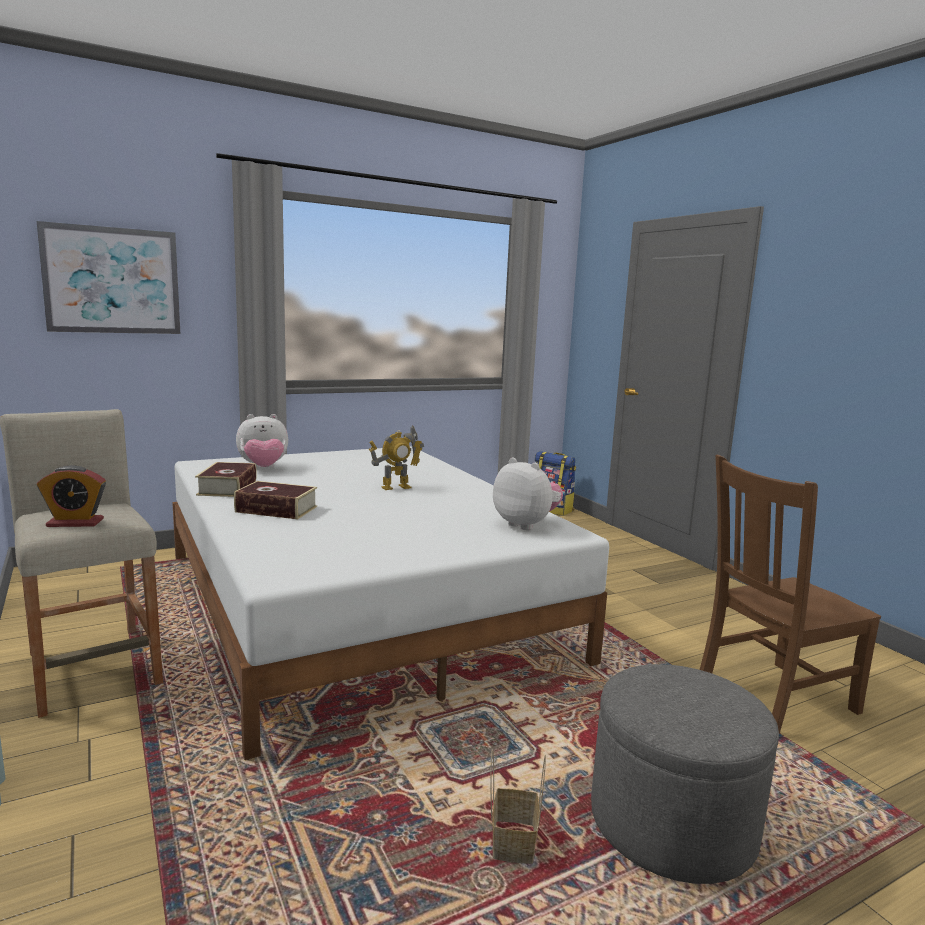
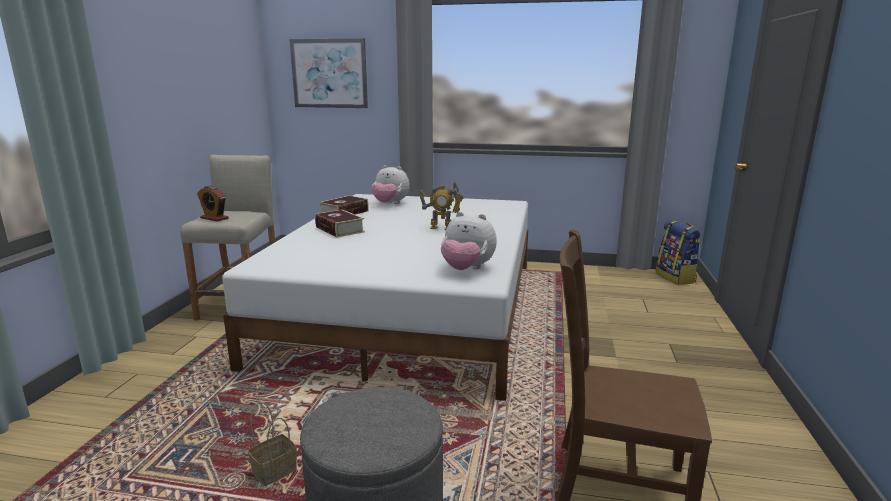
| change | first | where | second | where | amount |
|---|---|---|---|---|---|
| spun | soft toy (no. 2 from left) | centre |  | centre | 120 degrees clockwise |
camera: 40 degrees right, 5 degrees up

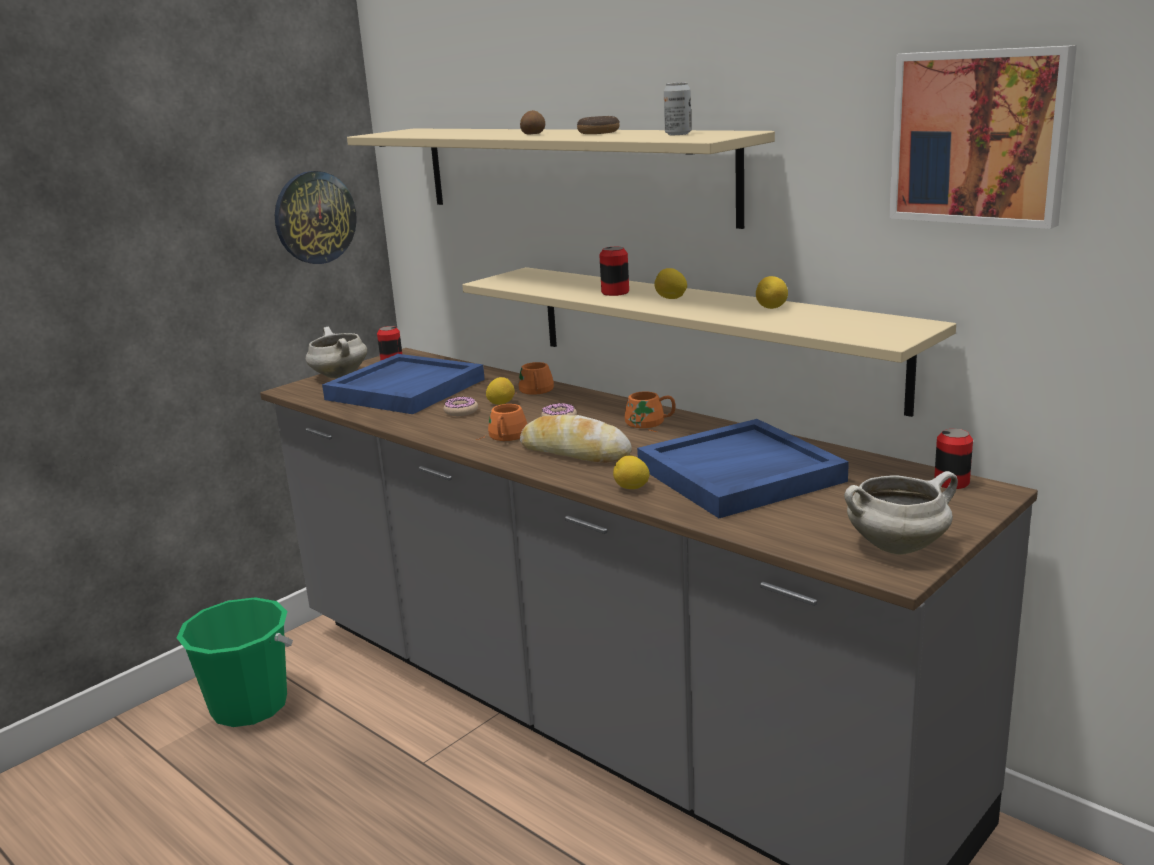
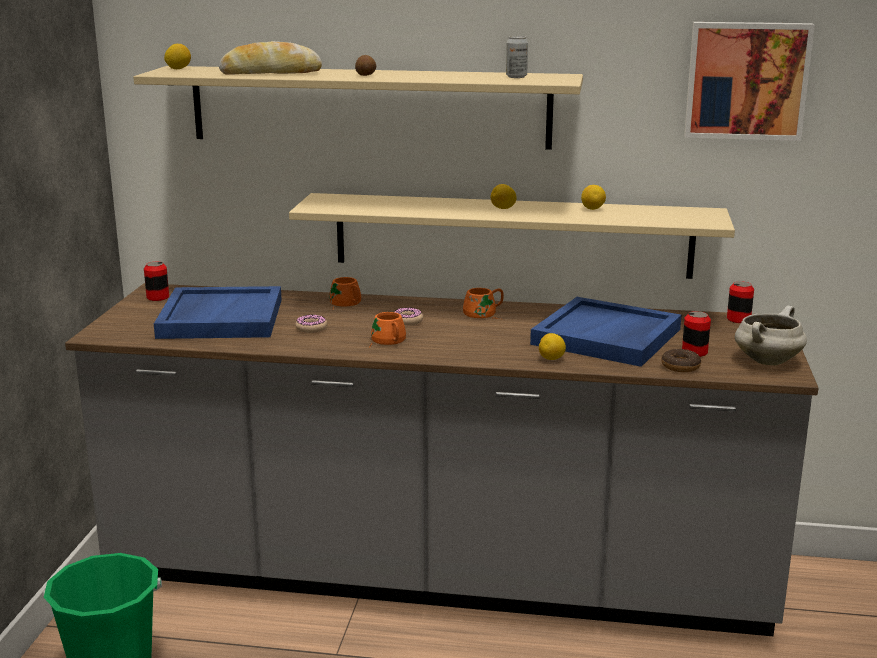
| change | first | where | second | where | amount |
|---|---|---|---|---|---|
| missing | wall clock | top left |  |  |  |
| missing | white cooking pot (no. 1 from left) | middle left |  |  |  |
| relocated | whole lemon (no. 1 from left) | centre |  | top left |  |
| relocated | bread | centre |  | top left |  |
| relocated | ring doughnut (no. 3 from left) | top centre |  | middle right |  |
| relocated | metal can (no. 2 from left in the first image) | top centre | metal can (no. 3 from left) | middle right |  |
camera: 35 degrees left, 0 degrees up

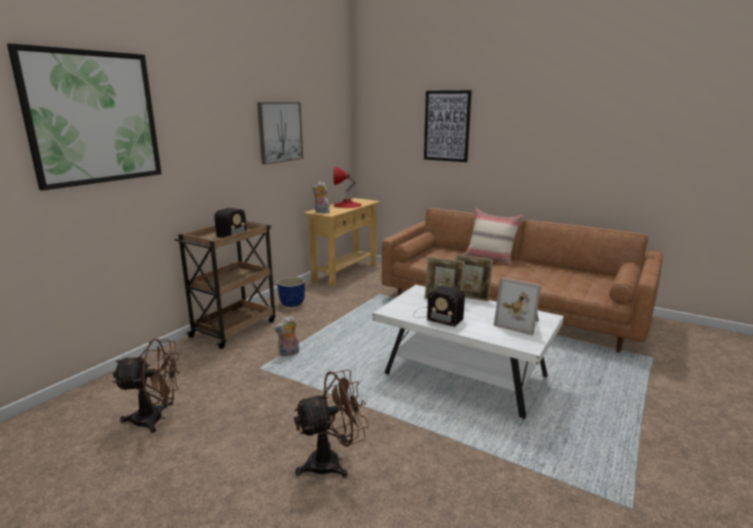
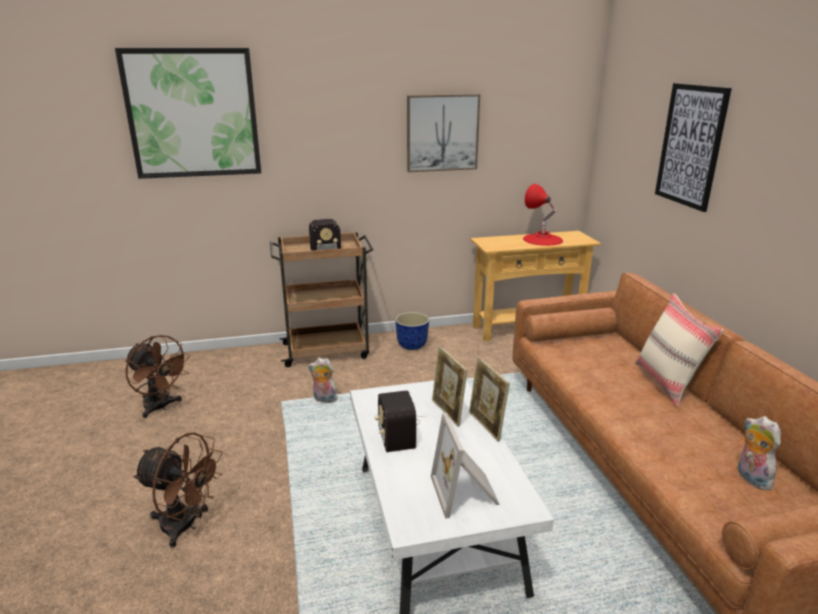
| change | first | where | second | where | amount |
|---|---|---|---|---|---|
| relocated | soft toy (no. 2 from left) | centre |  | bottom right |  |
camera: 45 degrees right, 5 degrees up

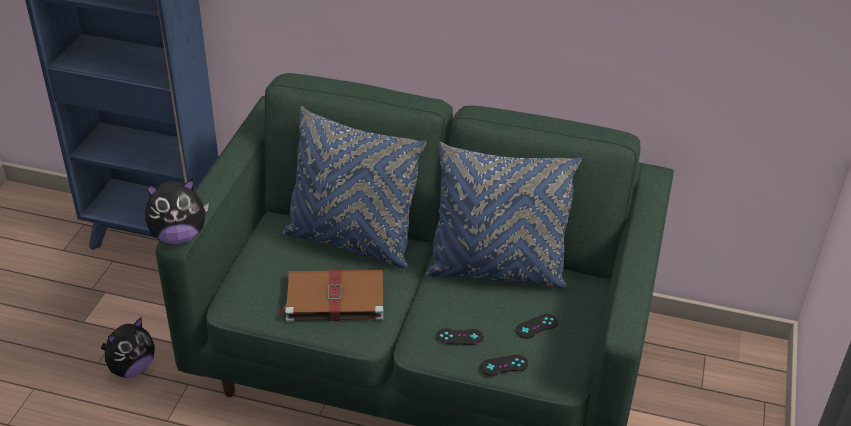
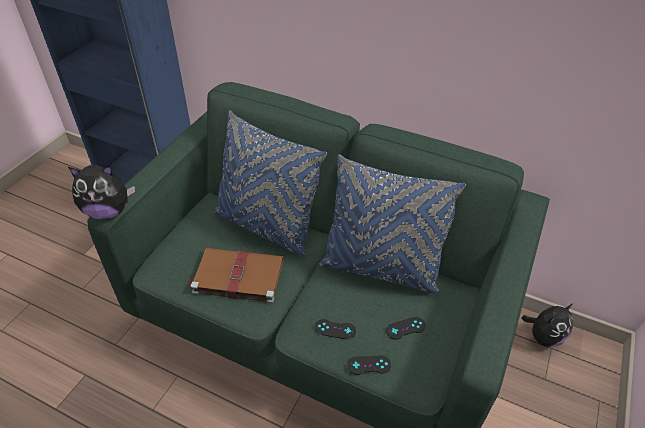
| change | first | where | second | where | amount |
|---|---|---|---|---|---|
| relocated | soft toy (no. 1 from left in the first image) | bottom left | soft toy (no. 2 from left) | bottom right |  |
camera: 10 degrees right, 5 degrees up

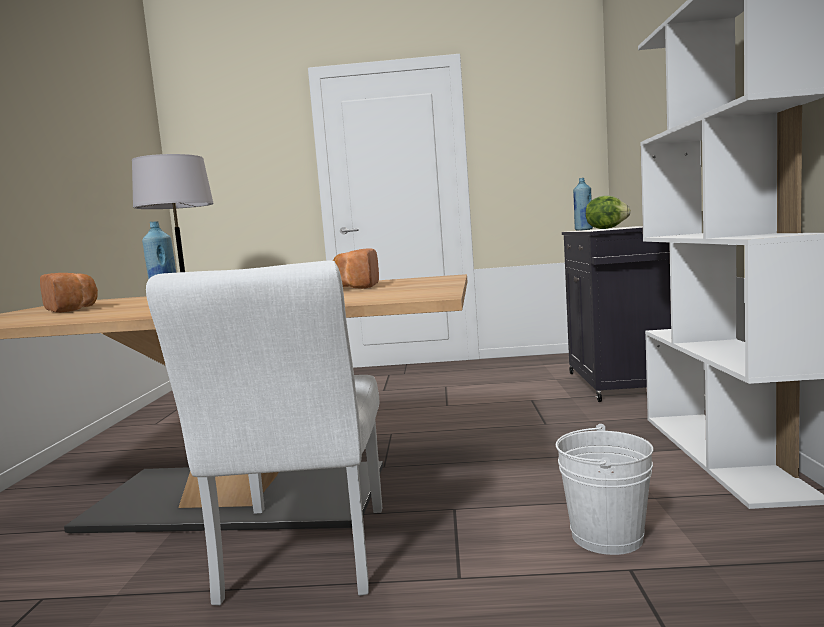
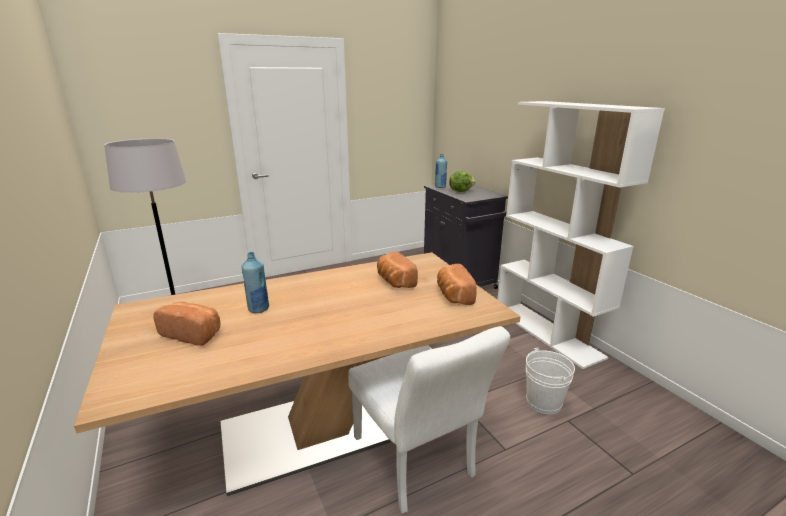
| change | first | where | second | where | amount |
|---|---|---|---|---|---|
| appeared |  |  | bread (no. 3 from left) | centre |  |
camera: 30 degrees left, 15 degrees up

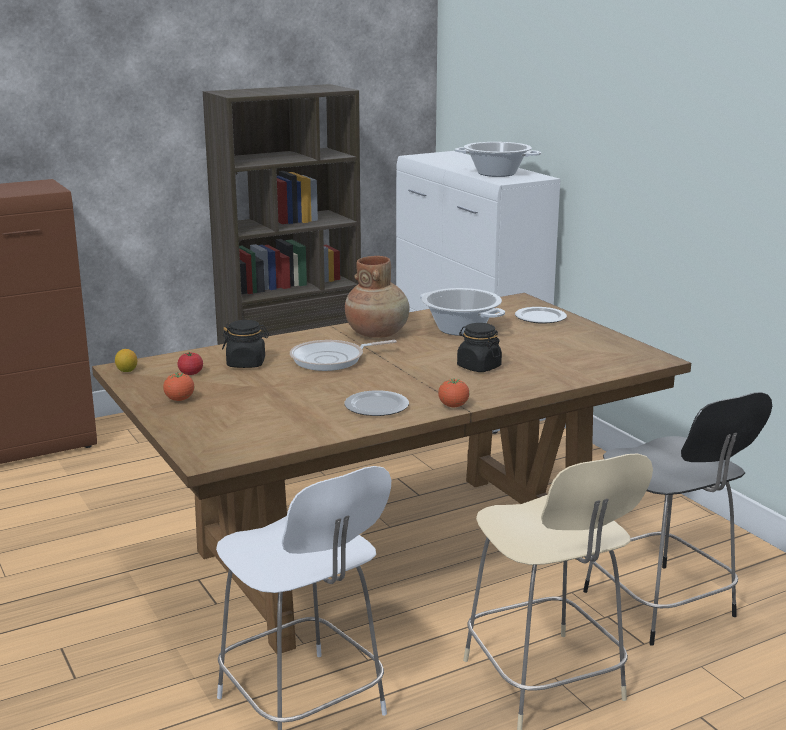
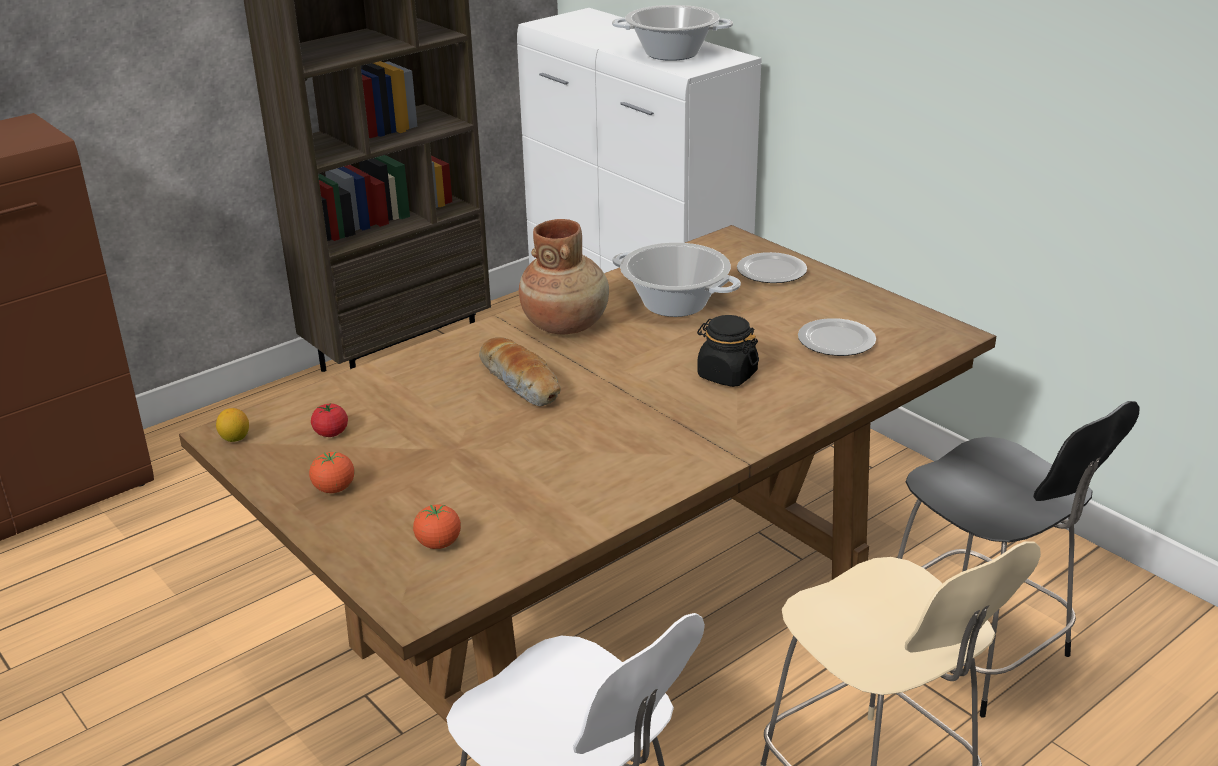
| change | first | where | second | where | amount |
|---|---|---|---|---|---|
| missing | blackish preserve jar (no. 1 from left) | middle left |  |  |  |
| relocated | flat dish (no. 1 from left in the first image) | centre | flat dish (no. 2 from left) | middle right |  |
| relocated | tomato (no. 3 from left) | centre |  | bottom centre |  |
| exchanged | frying pan | centre | bread | centre |  |
camera: 10 degrees left, 10 degrees up

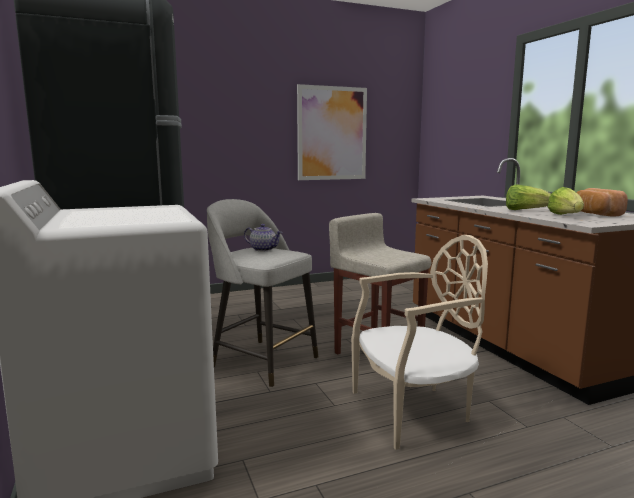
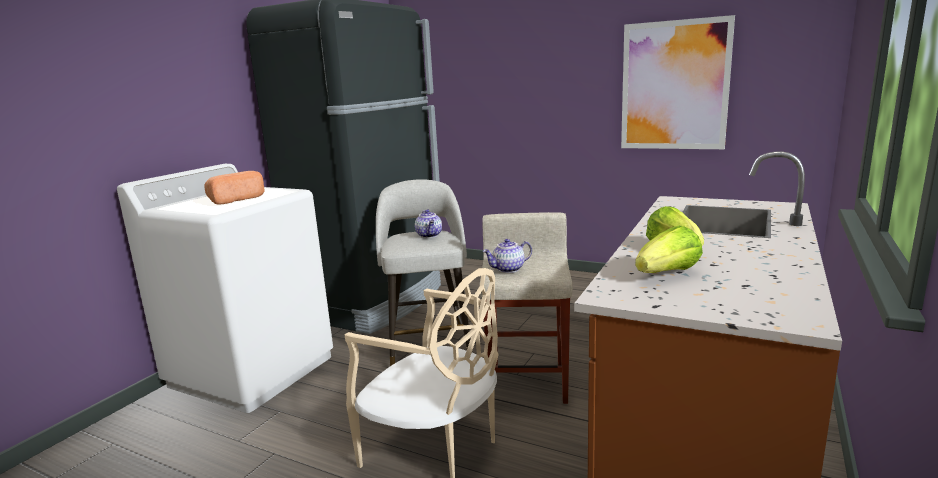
| change | first | where | second | where | amount |
|---|---|---|---|---|---|
| appeared |  |  | tea pot (no. 2 from left) | centre |  |
| relocated | bread | middle right |  | middle left |  |
camera: 50 degrees right, 5 degrees up

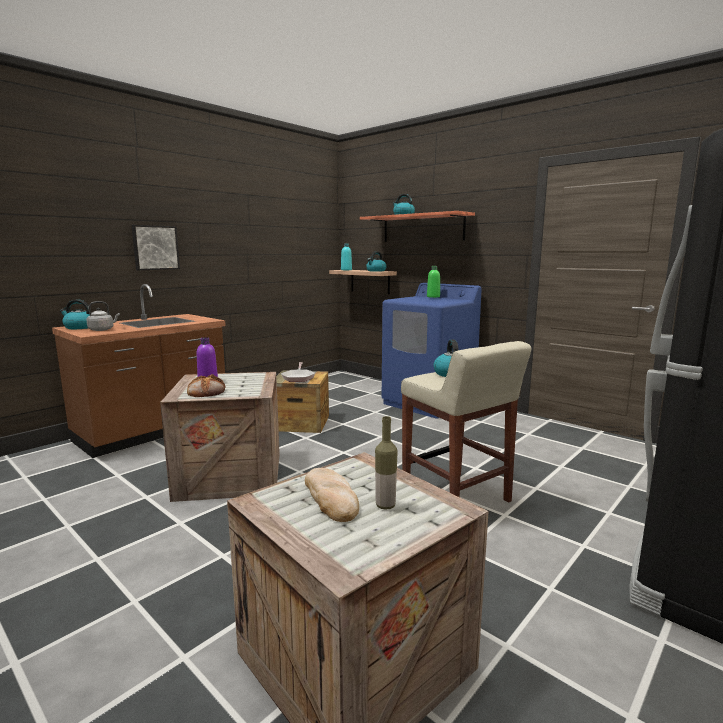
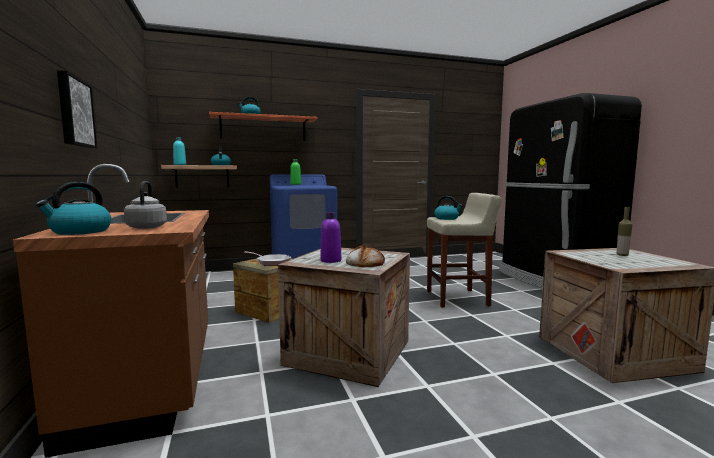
| change | first | where | second | where | amount |
|---|---|---|---|---|---|
| missing | bread (no. 2 from left) | bottom centre |  |  |  |
camera: 60 degrees left, 5 degrees down

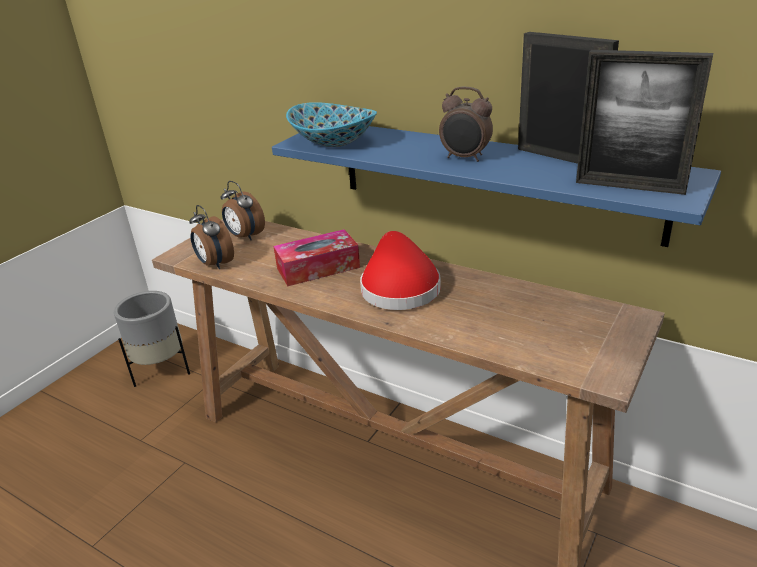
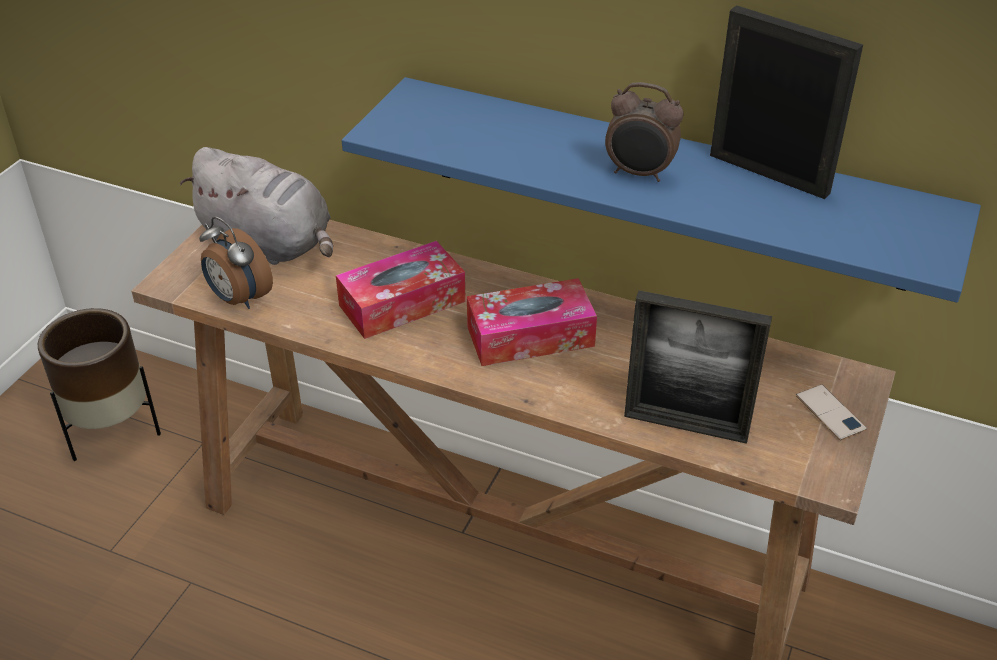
| change | first | where | second | where | amount |
|---|---|---|---|---|---|
| missing | deep dish | top centre |  |  |  |
| appeared |  |  | phone | middle right |  |
| relocated | standing frame (no. 2 from left in the first image) | top right | standing frame (no. 1 from left) | middle right |  |
| exchanged | bedside clock (no. 2 from left) | middle left | greyish soft toy | top left |  |
| exchanged | red wearable hat | centre | tissue box (no. 2 from left) | centre |  |
| colour | greyish planter | middle left | brownish planter | middle left |  |
camera: 10 degrees left, 10 degrees up

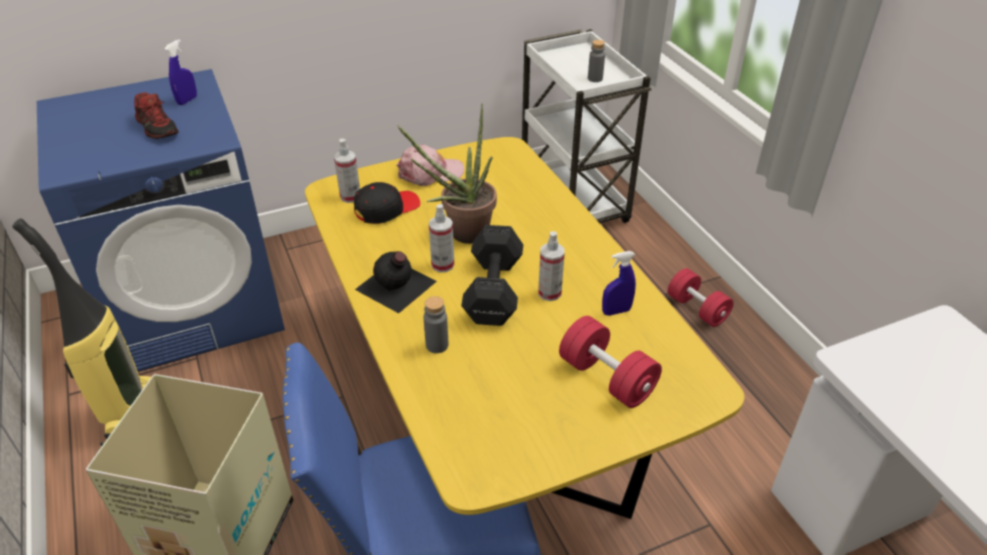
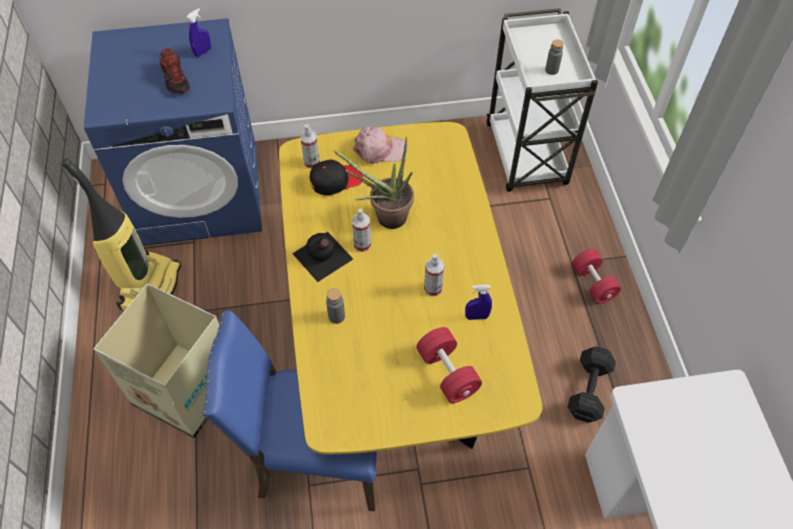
| change | first | where | second | where | amount |
|---|---|---|---|---|---|
| relocated | blackish free weight | centre |  | bottom right |  |
camera: 15 degrees right, 15 degrees up

